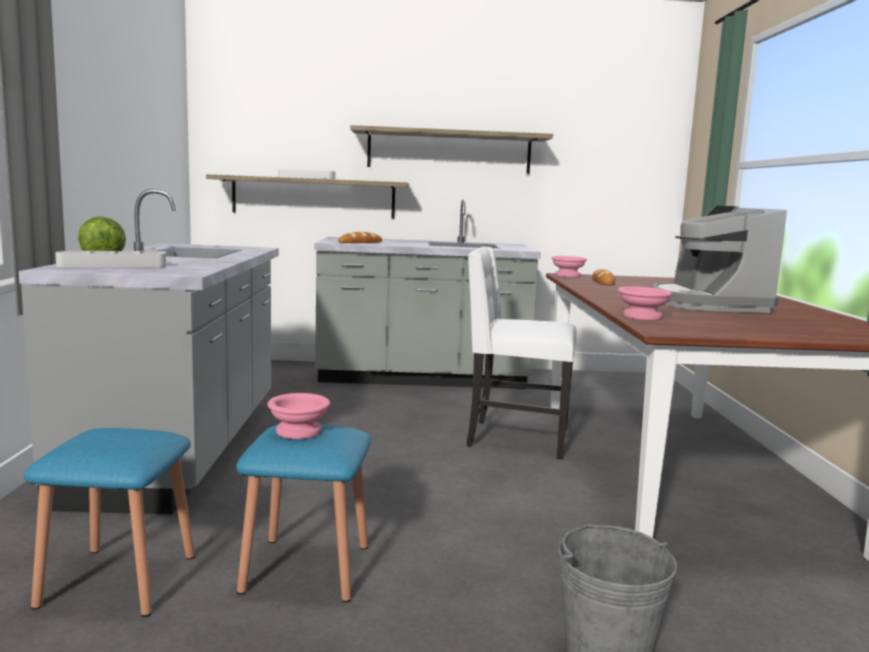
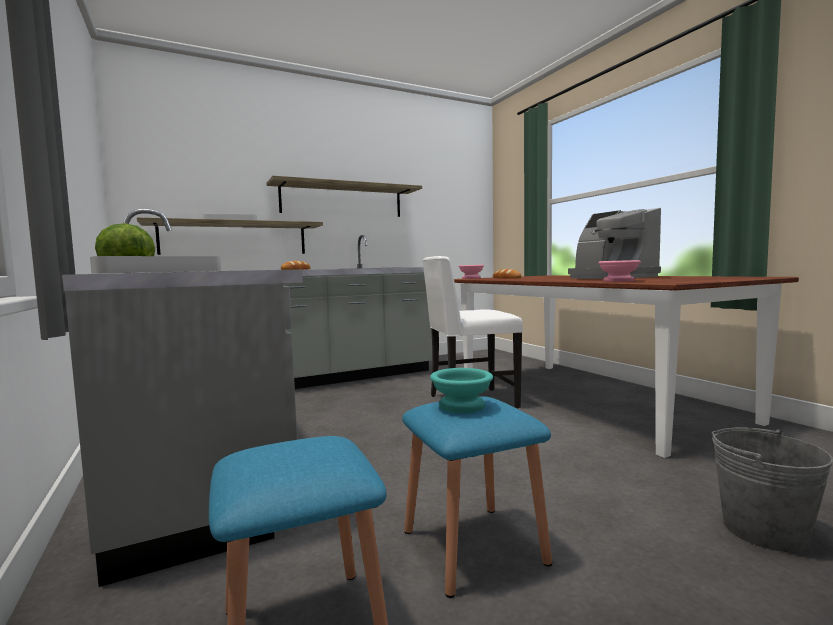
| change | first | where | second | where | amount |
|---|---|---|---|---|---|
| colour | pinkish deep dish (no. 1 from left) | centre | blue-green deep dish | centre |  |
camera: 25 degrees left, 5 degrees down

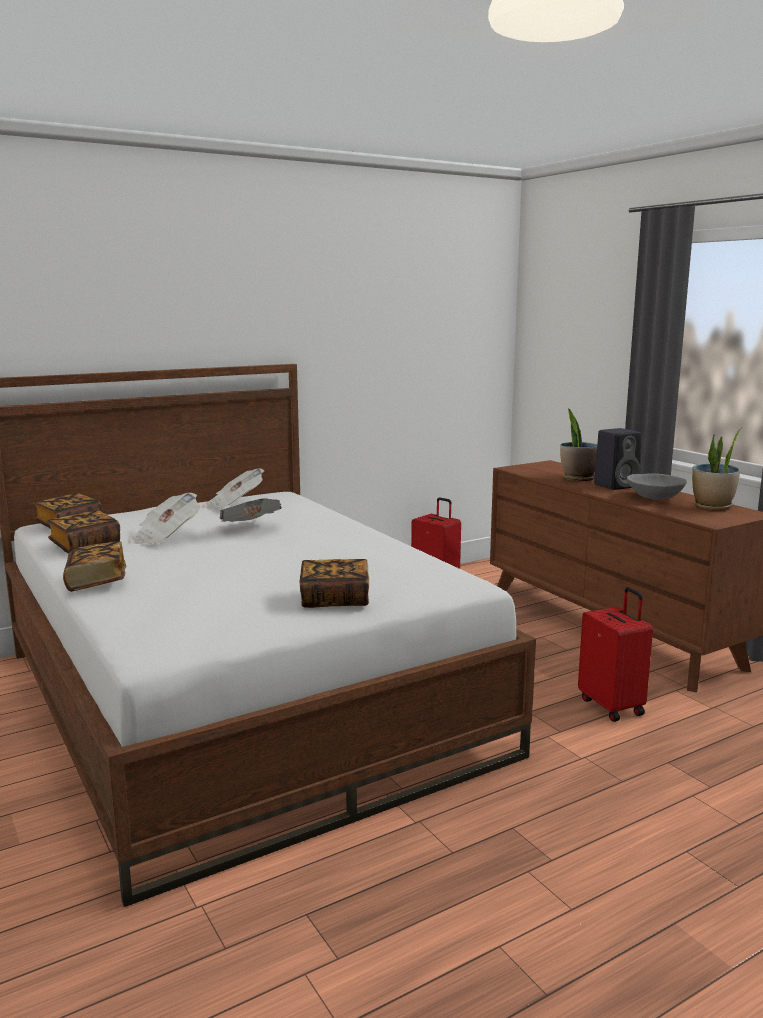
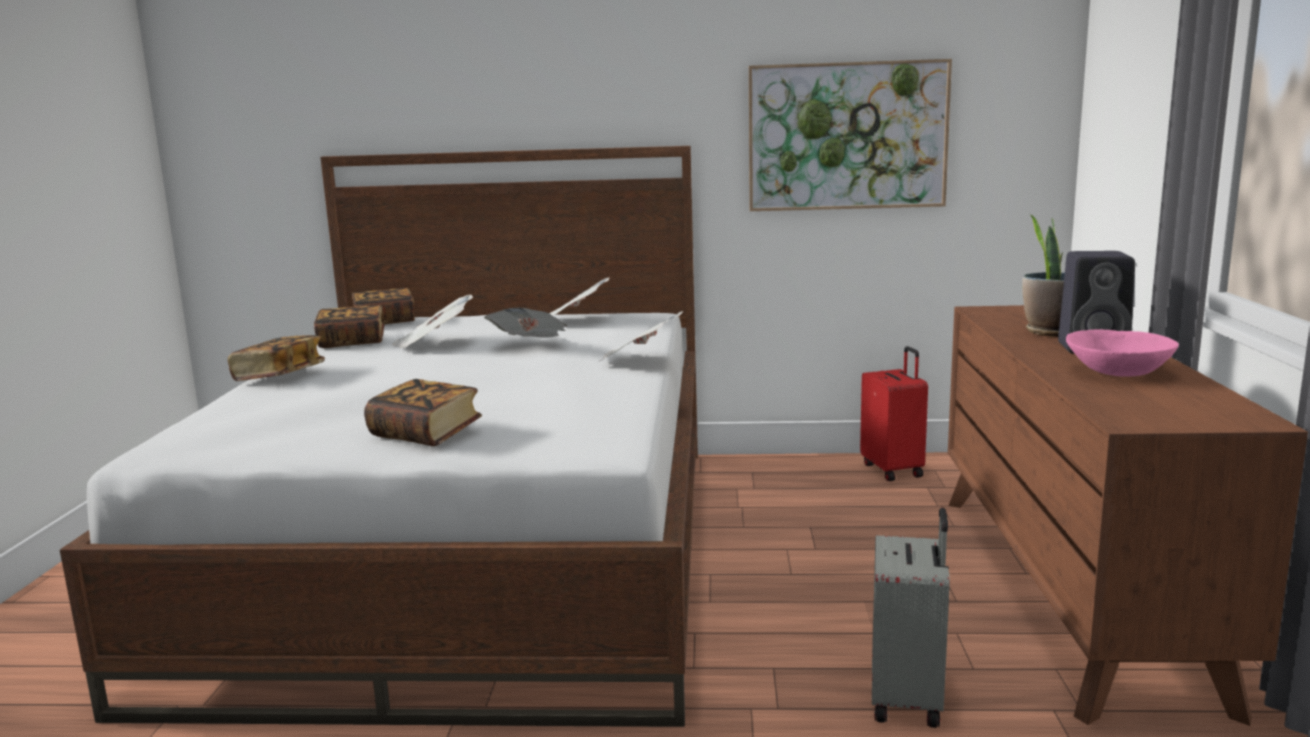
| change | first | where | second | where | amount |
|---|---|---|---|---|---|
| missing | houseplant (no. 2 from left) | middle right |  |  |  |
| appeared |  |  | daily paper (no. 4 from left) | centre |  |
| appeared |  |  | wall picture | top centre |  |
| colour | red piece of luggage (no. 2 from left) | middle right | greyish piece of luggage | bottom right |  |
| colour | greyish deep dish | middle right | pinkish deep dish | middle right |  |
camera: 35 degrees right, 0 degrees up

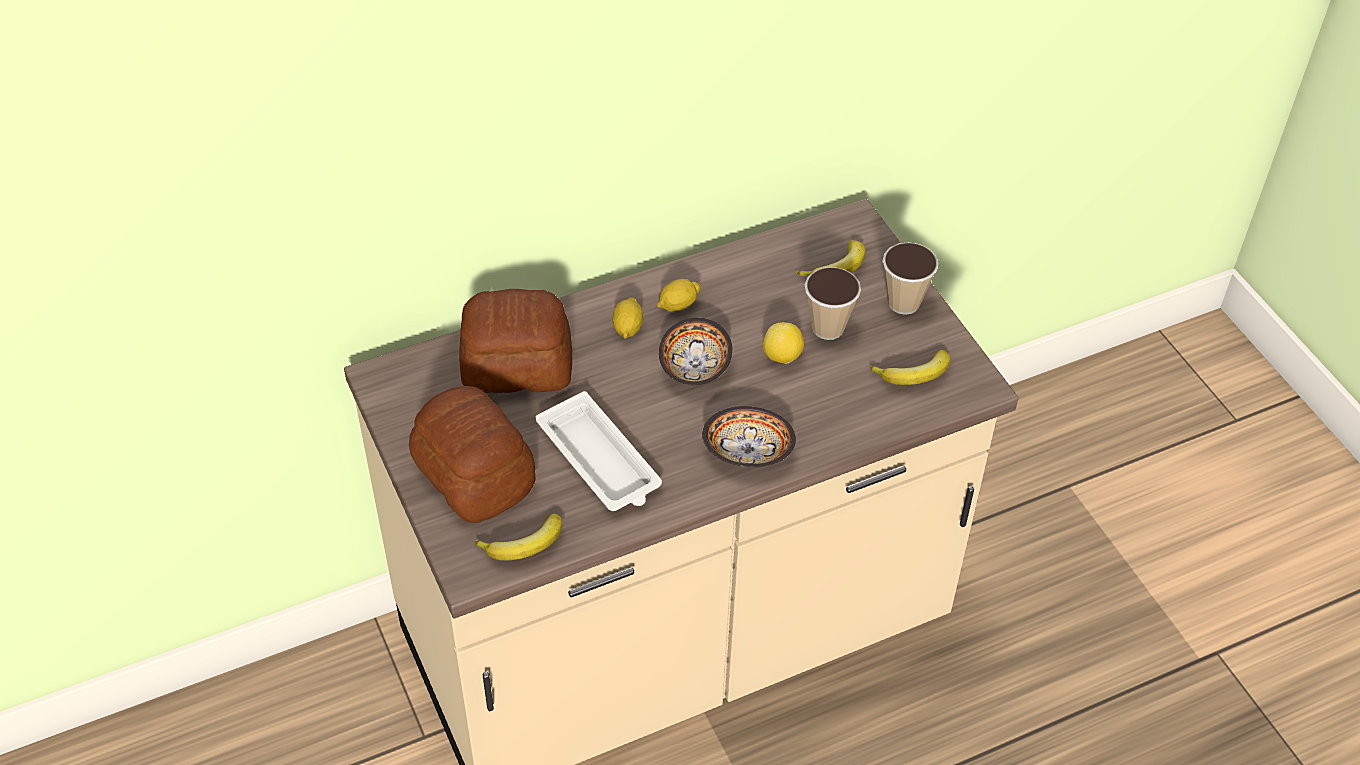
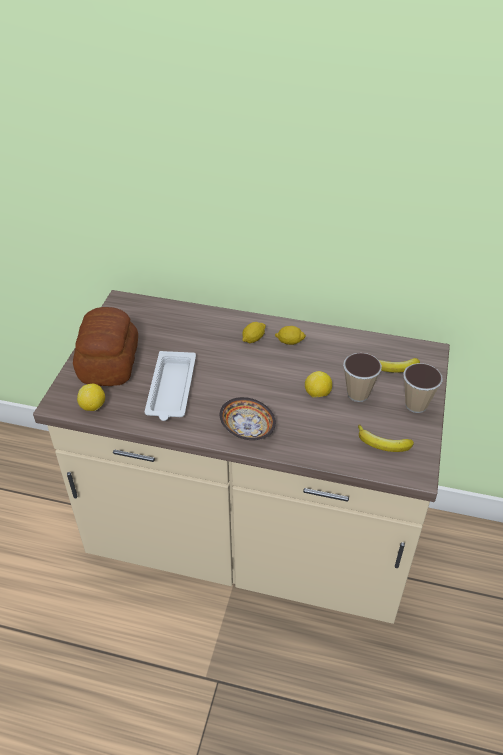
| change | first | where | second | where | amount |
|---|---|---|---|---|---|
| missing | bread (no. 2 from left) | centre |  |  |  |
| missing | deep dish (no. 1 from left) | centre |  |  |  |
| exchanged | banana fruit (no. 1 from left) | bottom centre | whole lemon (no. 1 from left) | middle left |  |
camera: 40 degrees right, 5 degrees down

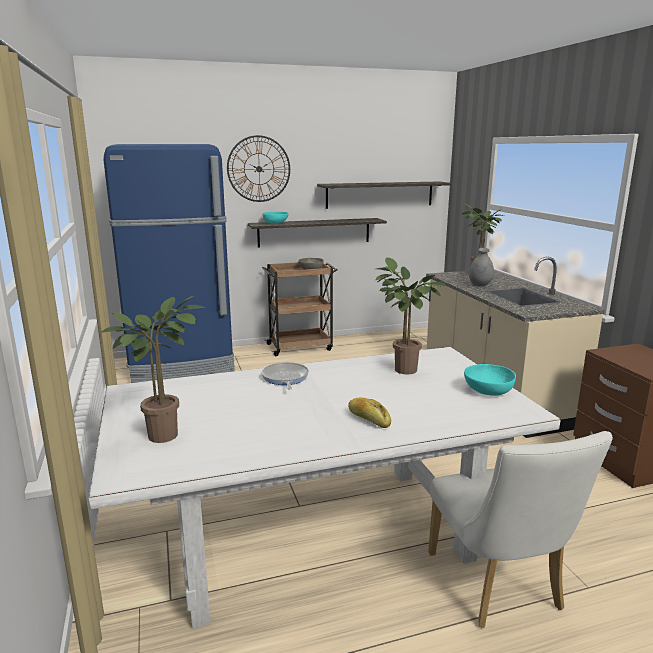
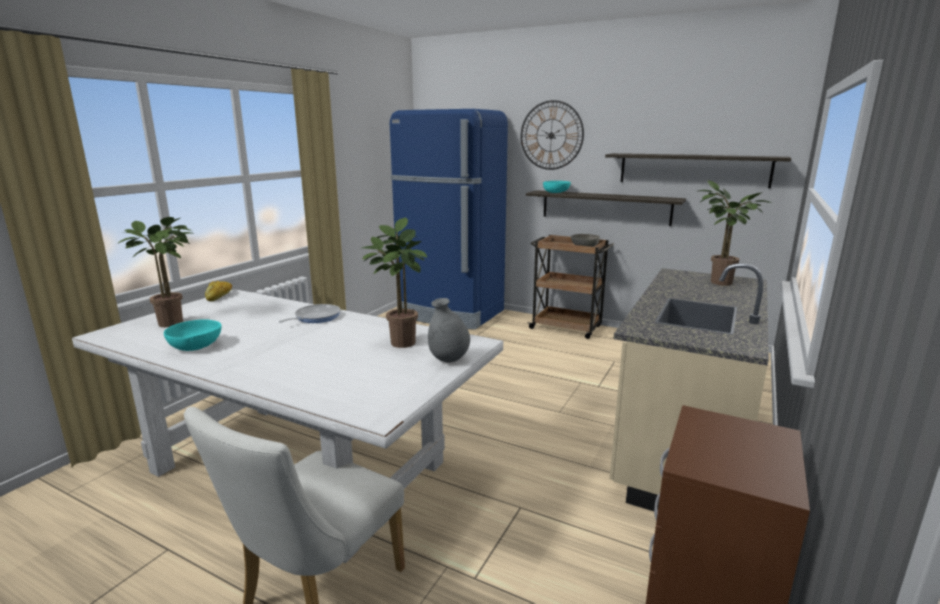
| change | first | where | second | where | amount |
|---|---|---|---|---|---|
| relocated | bread | centre |  | middle left |  |
| relocated | blue-green deep dish (no. 2 from left in the first image) | middle right | blue-green deep dish (no. 1 from left) | middle left |  |
| relocated | greyish decorative vase | middle right |  | centre |  |
camera: 45 degrees right, 0 degrees up

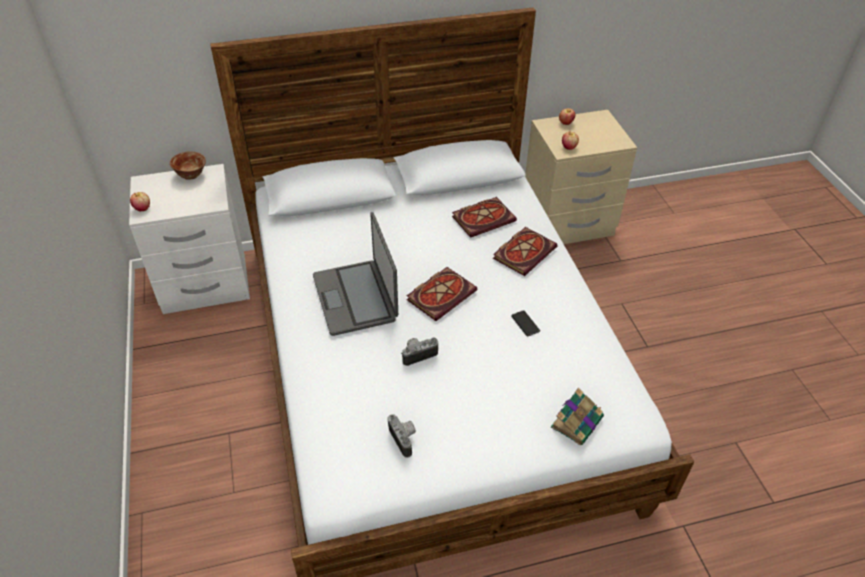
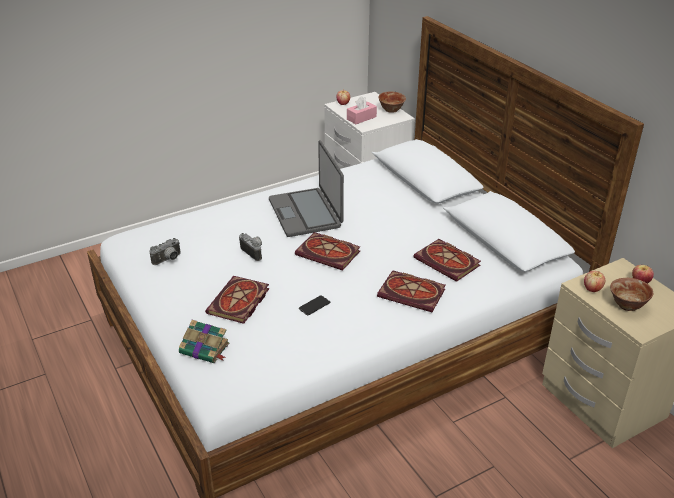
| change | first | where | second | where | amount |
|---|---|---|---|---|---|
| appeared |  |  | bound book (no. 2 from left) | centre |  |
| appeared |  |  | pinkish tissue box | top centre |  |
| appeared |  |  | deep dish (no. 2 from left) | middle right |  |
| spun | notebook computer | centre |  | centre | 75 degrees counterclockwise |
camera: 75 degrees right, 10 degrees down

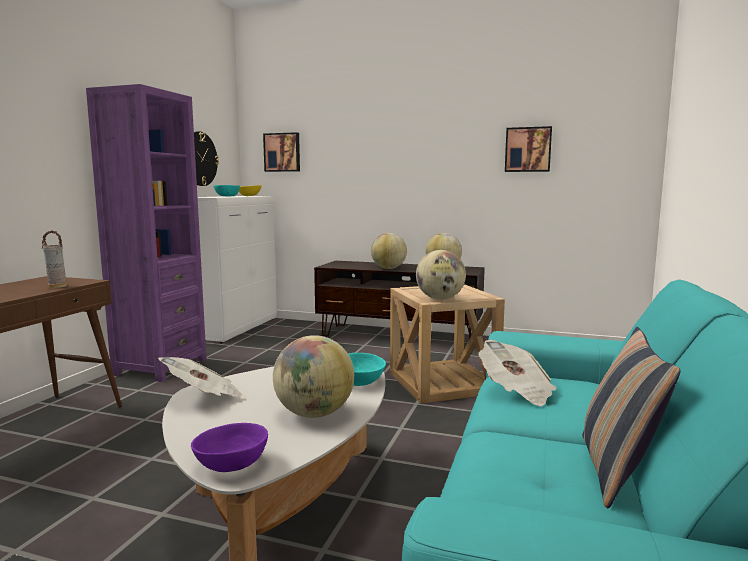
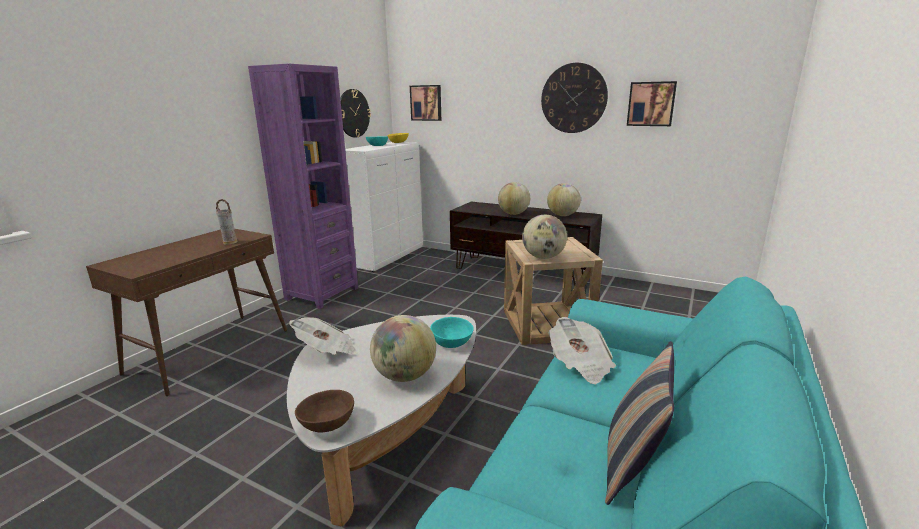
| change | first | where | second | where | amount |
|---|---|---|---|---|---|
| appeared |  |  | wall clock (no. 2 from left) | top centre |  |
| colour | purple deep dish | bottom left | brownish deep dish | bottom centre |  |
camera: 10 degrees right, 10 degrees up

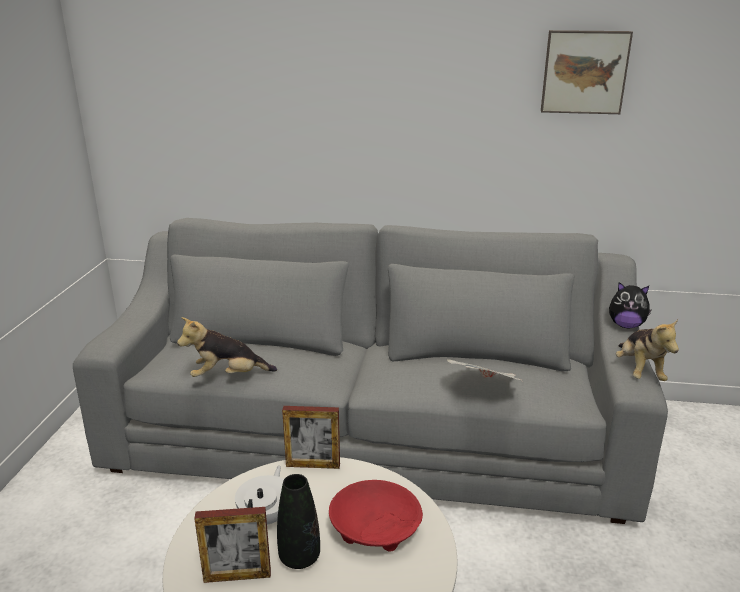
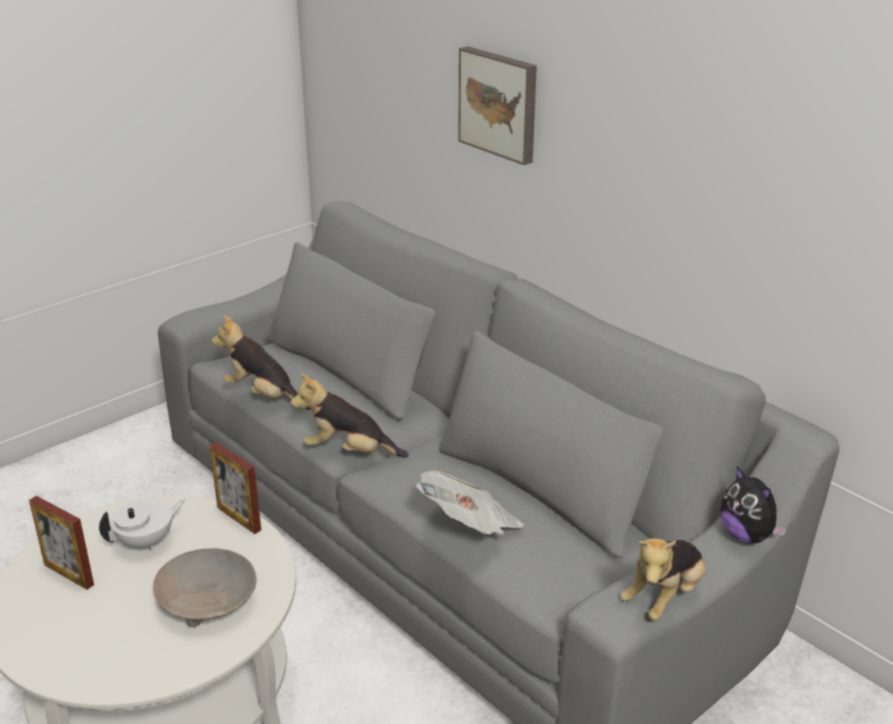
| change | first | where | second | where | amount |
|---|---|---|---|---|---|
| missing | blackish decorative vase | bottom centre |  |  |  |
| appeared |  |  | soft toy (no. 2 from left) | centre |  |
| relocated | wall picture | top right |  | top centre |  |
| colour | red deep dish | bottom centre | beige-coloured deep dish | bottom left |  |
camera: 40 degrees right, 5 degrees up

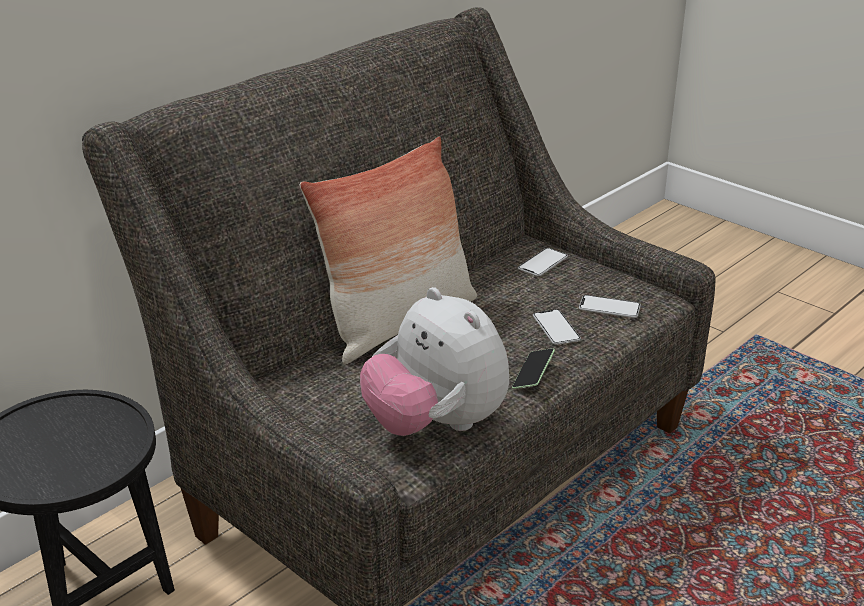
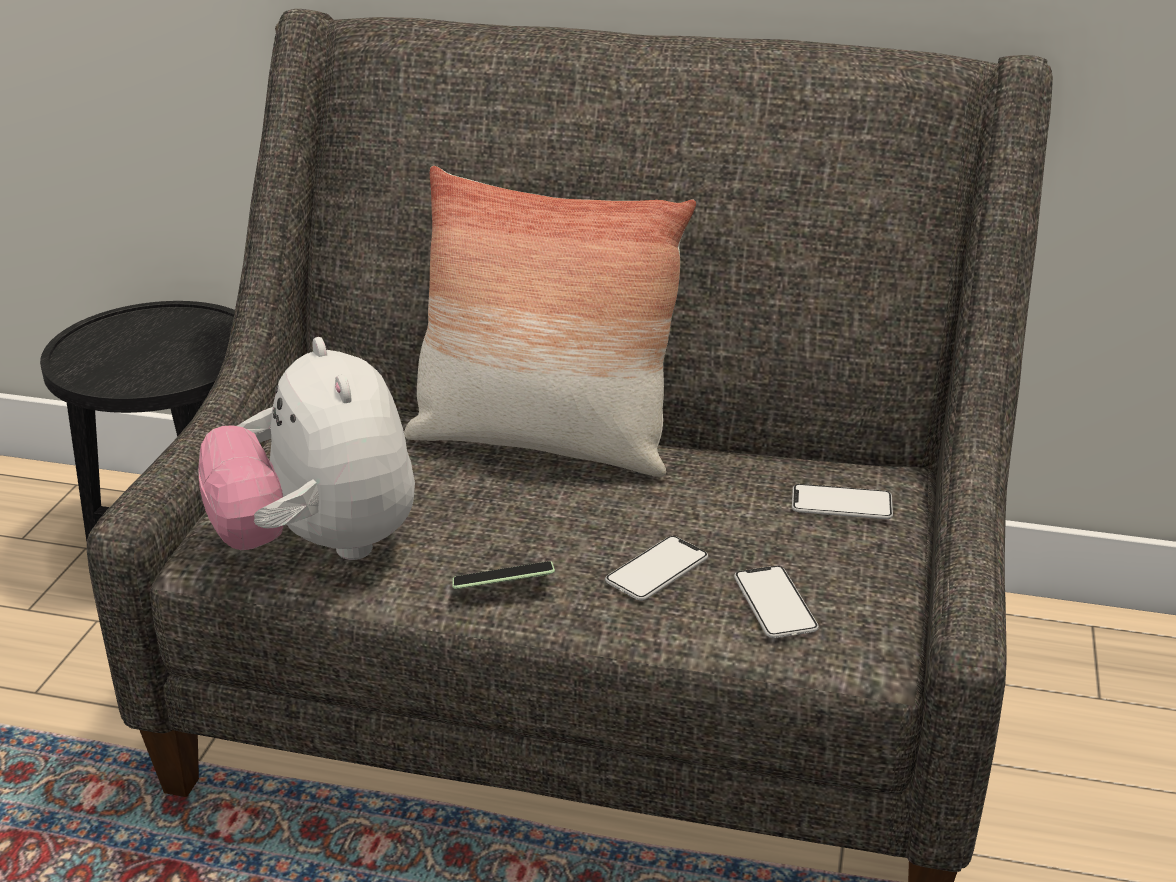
| change | first | where | second | where | amount |
|---|---|---|---|---|---|
| spun | soft toy | centre |  | middle left | 45 degrees counterclockwise |
camera: 60 degrees right, 0 degrees up

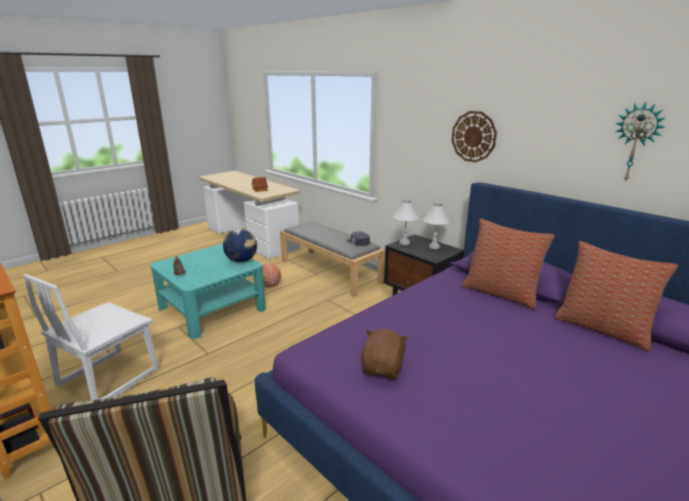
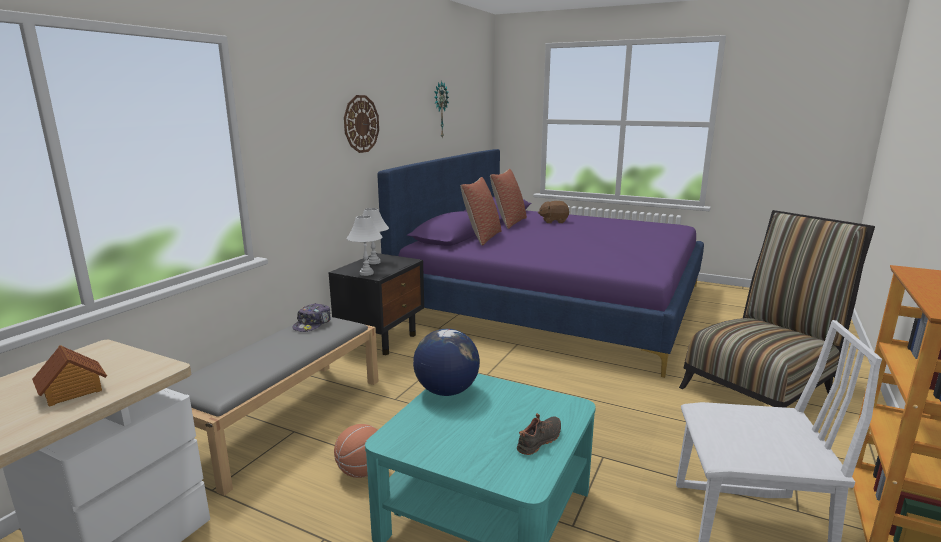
| change | first | where | second | where | amount |
|---|---|---|---|---|---|
| relocated | brownish soft toy | bottom centre |  | centre |  |
camera: 110 degrees left, 5 degrees down

